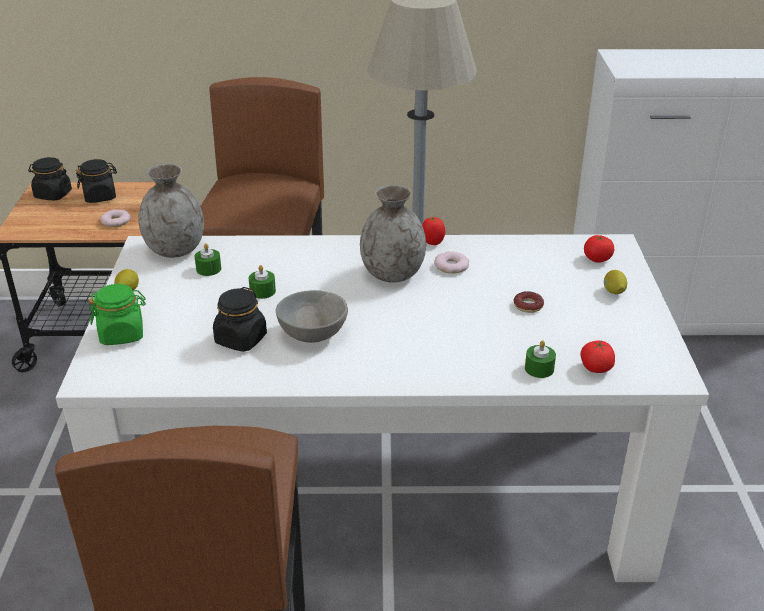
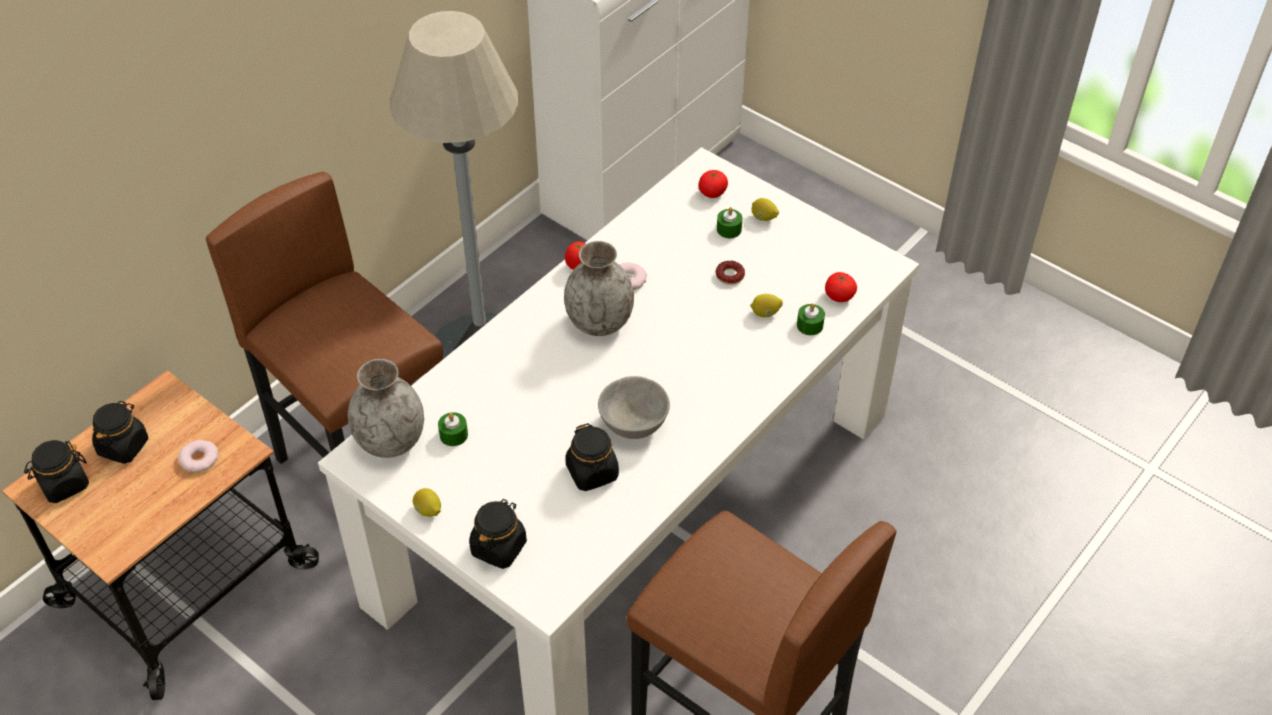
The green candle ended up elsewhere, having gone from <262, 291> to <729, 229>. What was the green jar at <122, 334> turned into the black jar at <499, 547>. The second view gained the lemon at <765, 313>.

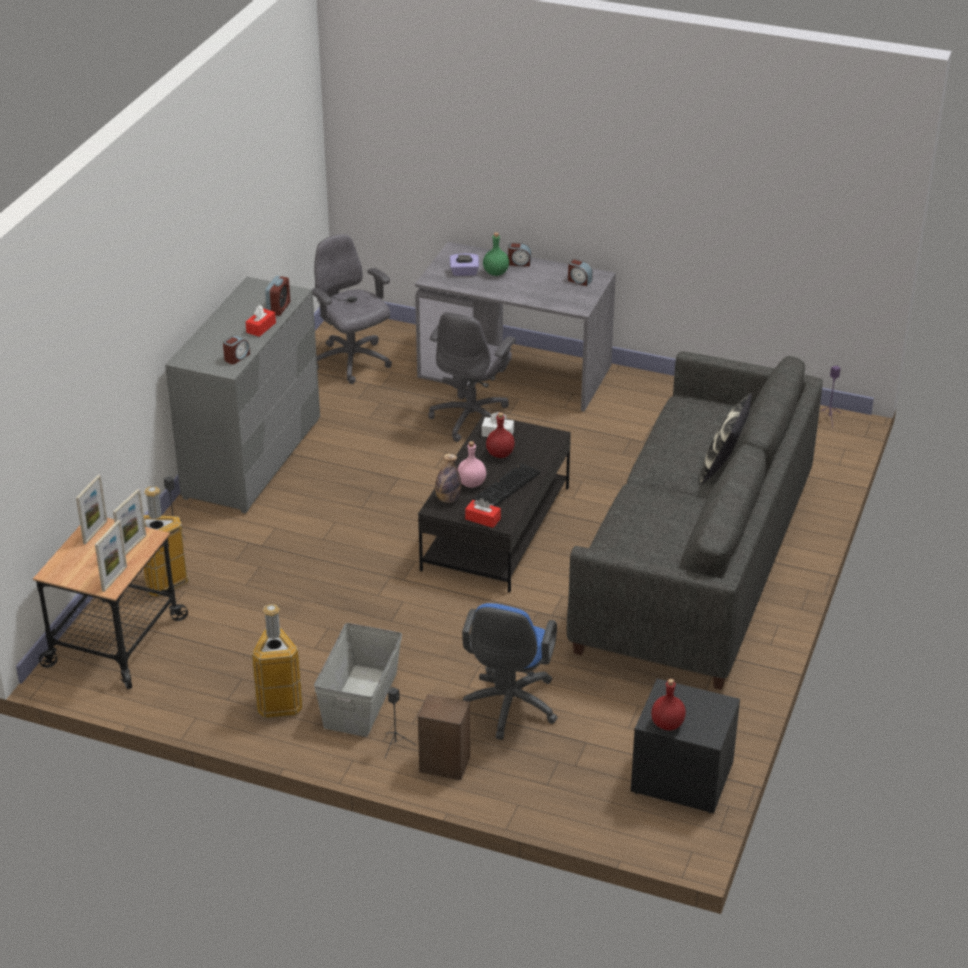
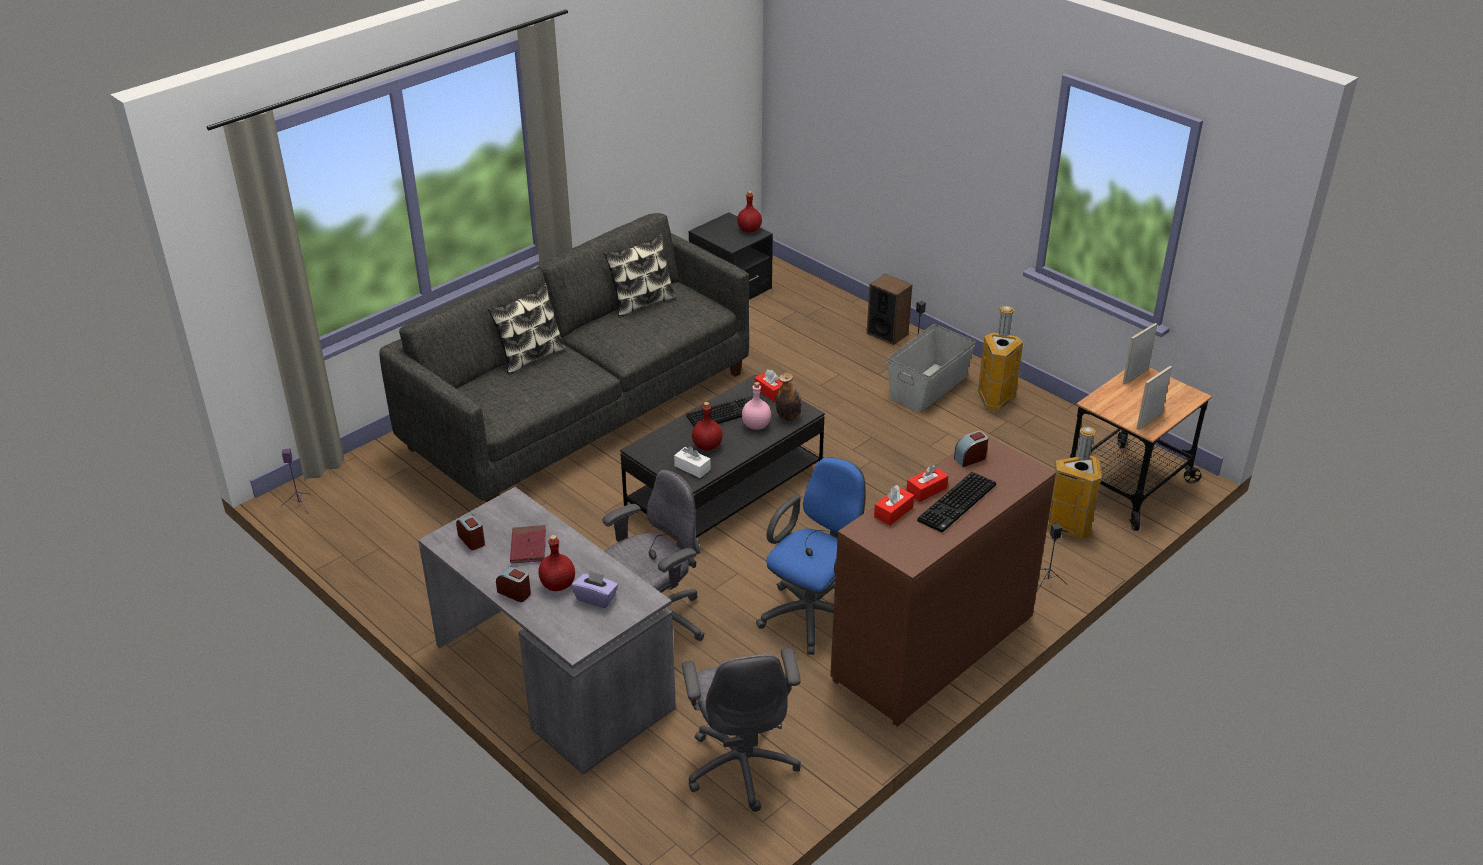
What was the green bottle at <496, 273> turned into the red bottle at <558, 584>. Where the alarm clock stood at <278, 308>, the red tissue box came to stand at <893, 512>. What was the grey dresser at <252, 458> turned into the brown dresser at <933, 649>. The second view lost the picture frame at <133, 546>. The blue office chair ended up elsewhere, having gone from <508, 708> to <813, 613>. The second view gained the pillow at <641, 303>. The second view gained the keyboard at <957, 504>. The second view gained the red book at <528, 547>.

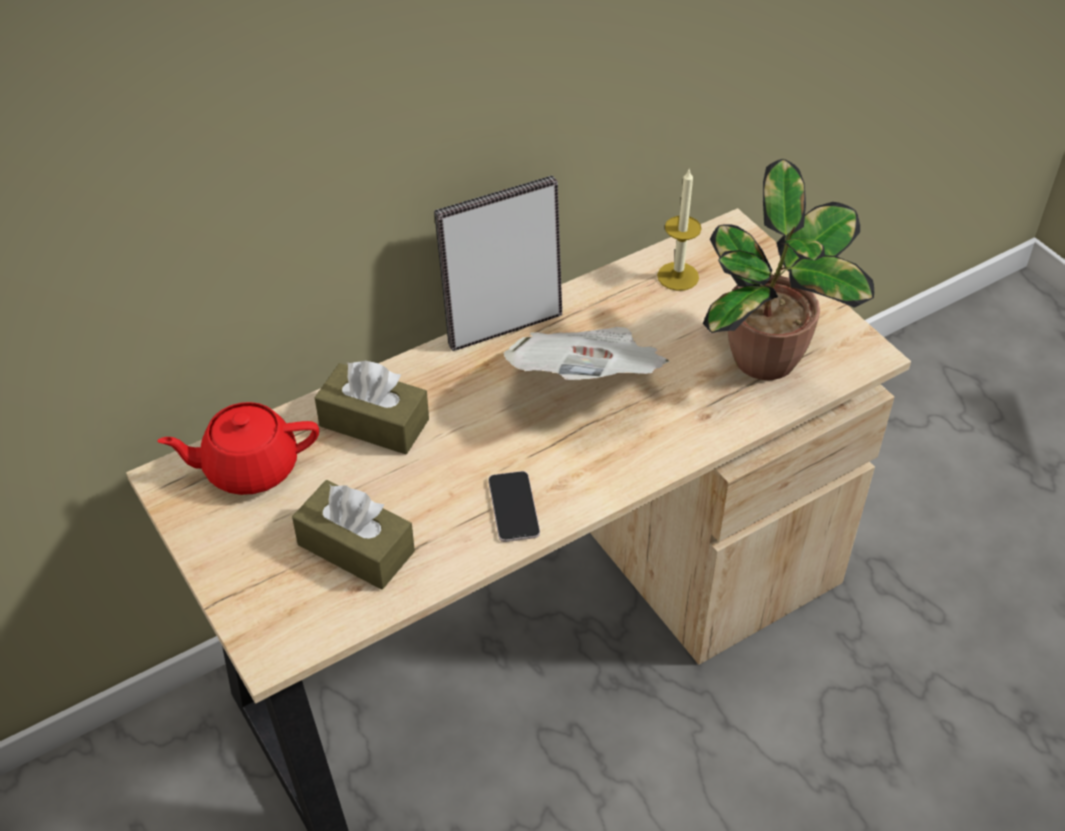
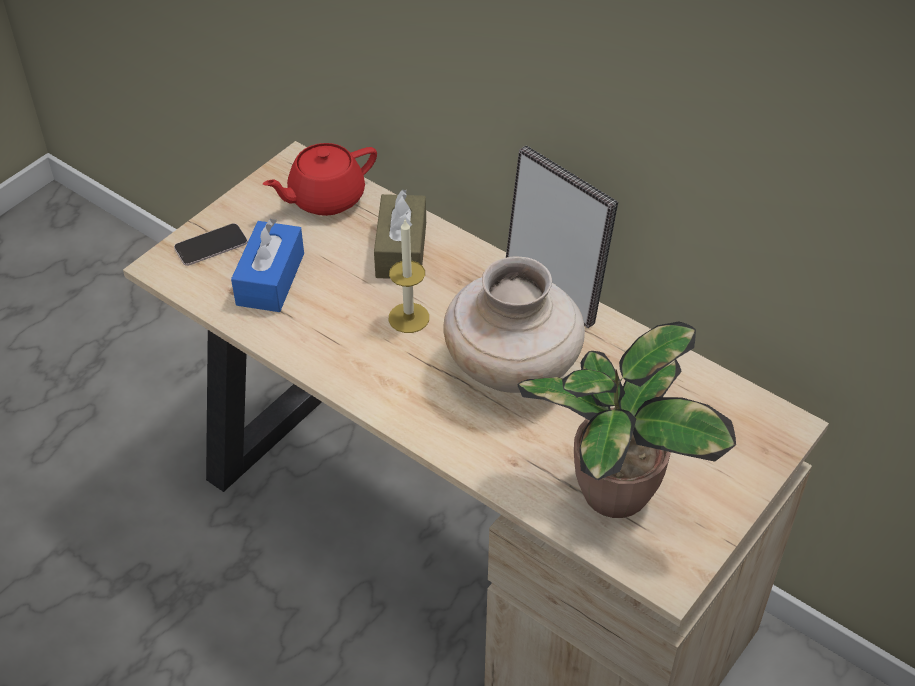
The candle ended up elsewhere, having gone from <678, 276> to <409, 318>. Where the newspaper stood at <587, 382>, the beige vase came to stand at <513, 368>. The red teapot at <249, 467> ended up facing another way, 90 degrees counterclockwise from before. The phone ended up elsewhere, having gone from <513, 507> to <211, 245>. What was the brown tissue box at <356, 548> turned into the blue tissue box at <270, 279>.

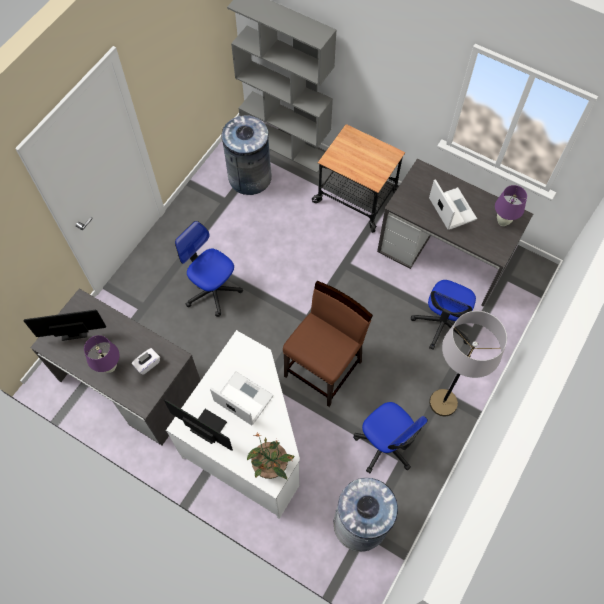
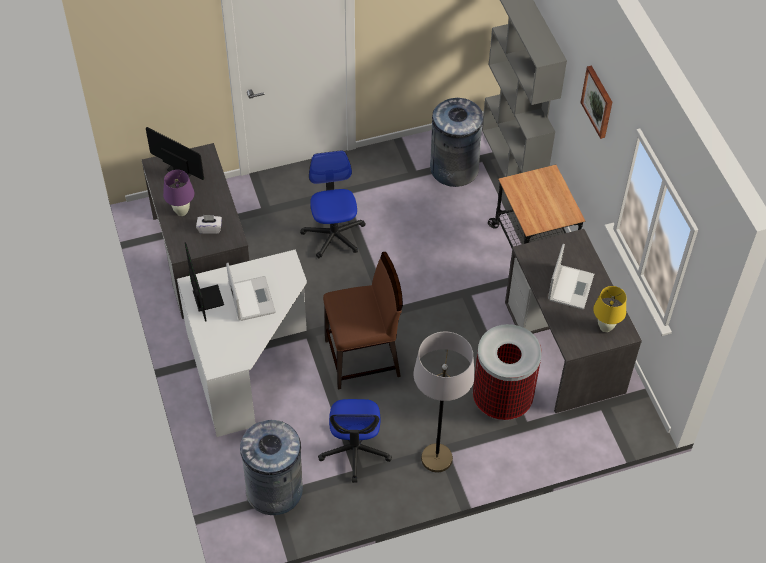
What was the purple table lamp at <503, 222> turned into the yellow table lamp at <605, 327>. Where the office chair stood at <442, 324>, the trash can came to stand at <501, 399>. The second view lost the potted plant at <270, 465>. The second view gained the picture at <598, 101>.

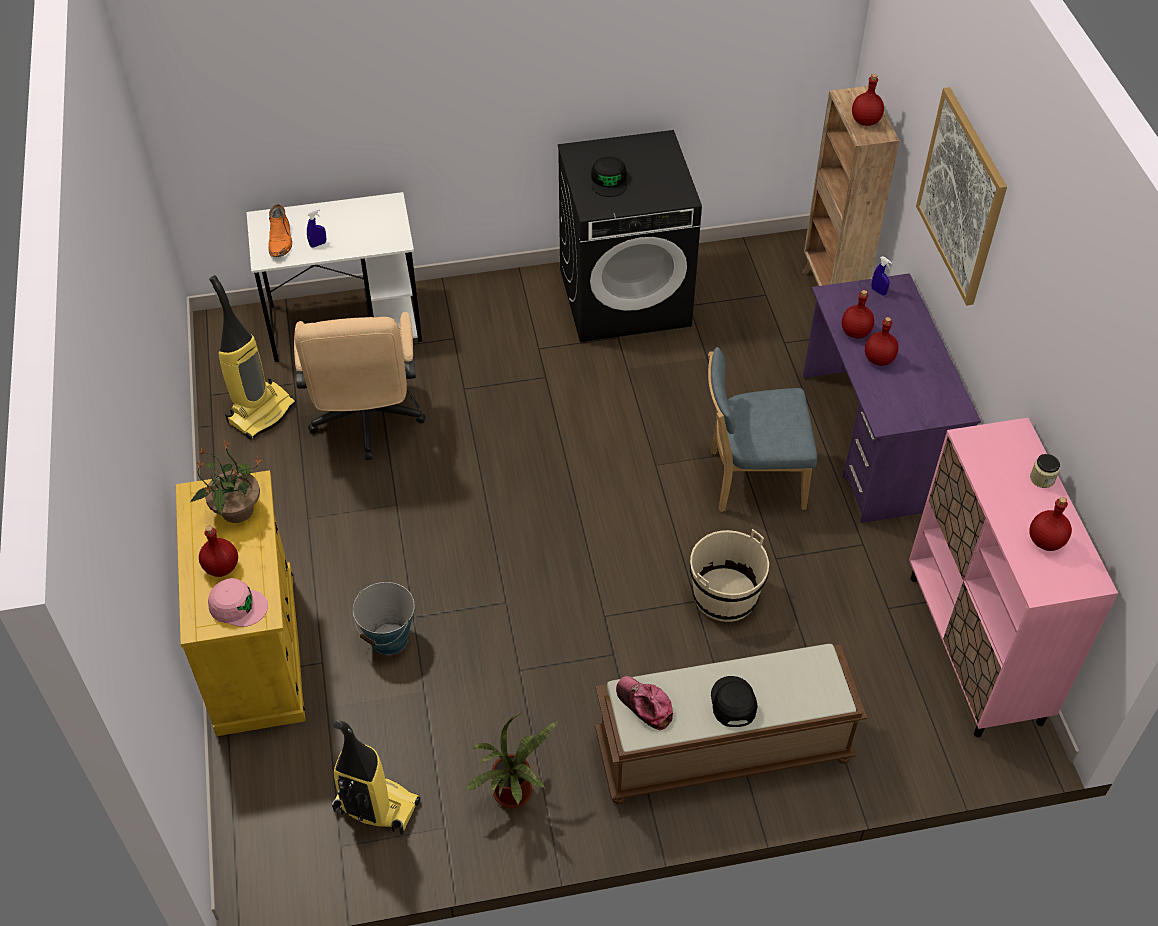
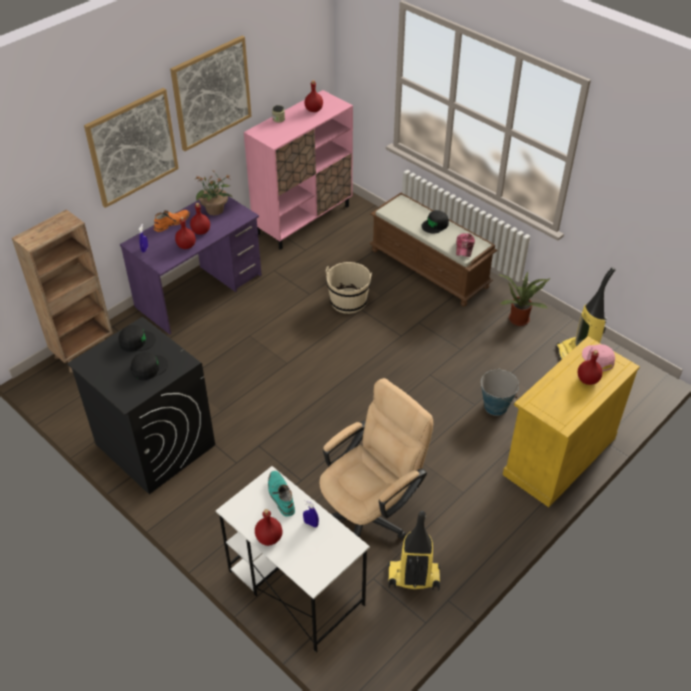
The red bottle ended up elsewhere, having gone from <866, 121> to <269, 537>. The orange boot ended up elsewhere, having gone from <281, 240> to <171, 223>. The second view lost the blue chair at <751, 479>. The potted plant ended up elsewhere, having gone from <236, 510> to <215, 210>. The second view gained the picture at <211, 93>. The second view gained the black cap at <136, 341>. The second view gained the turquoise boot at <280, 496>.

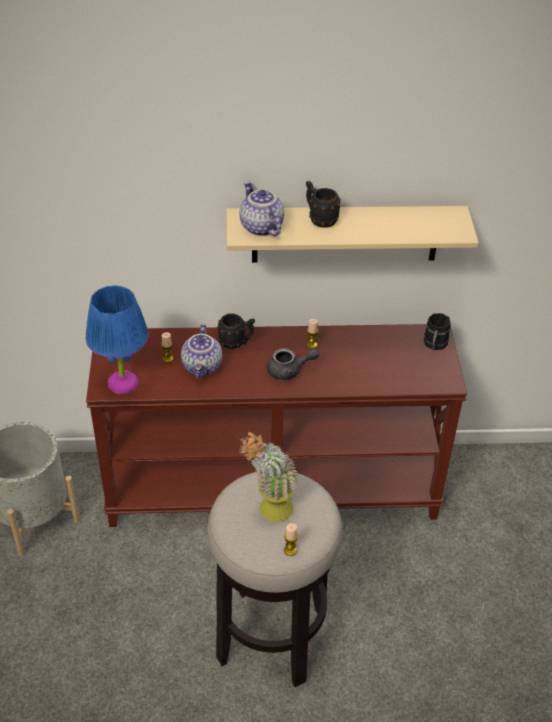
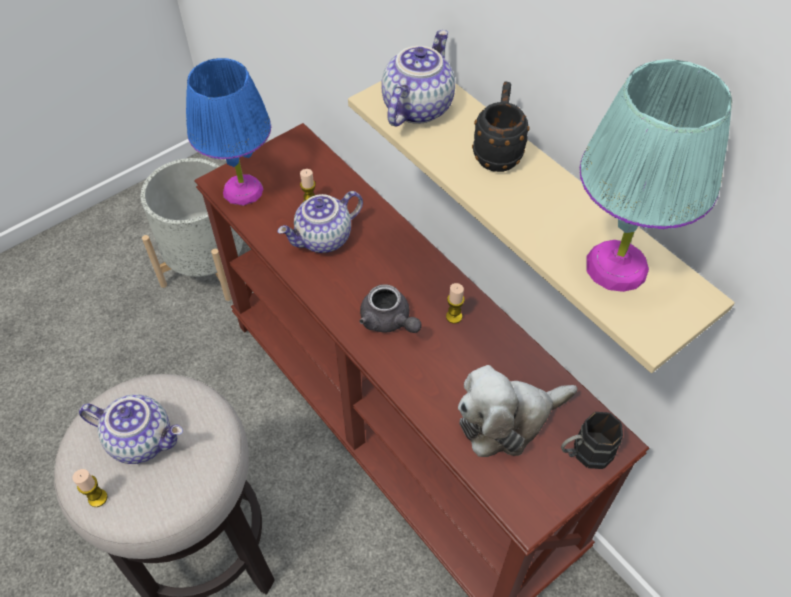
The second view lost the black mug at <236, 342>. Where the potted plant stood at <268, 512>, the teapot came to stand at <142, 439>. The second view gained the turquoise table lamp at <617, 267>. The second view gained the plush toy at <508, 420>.

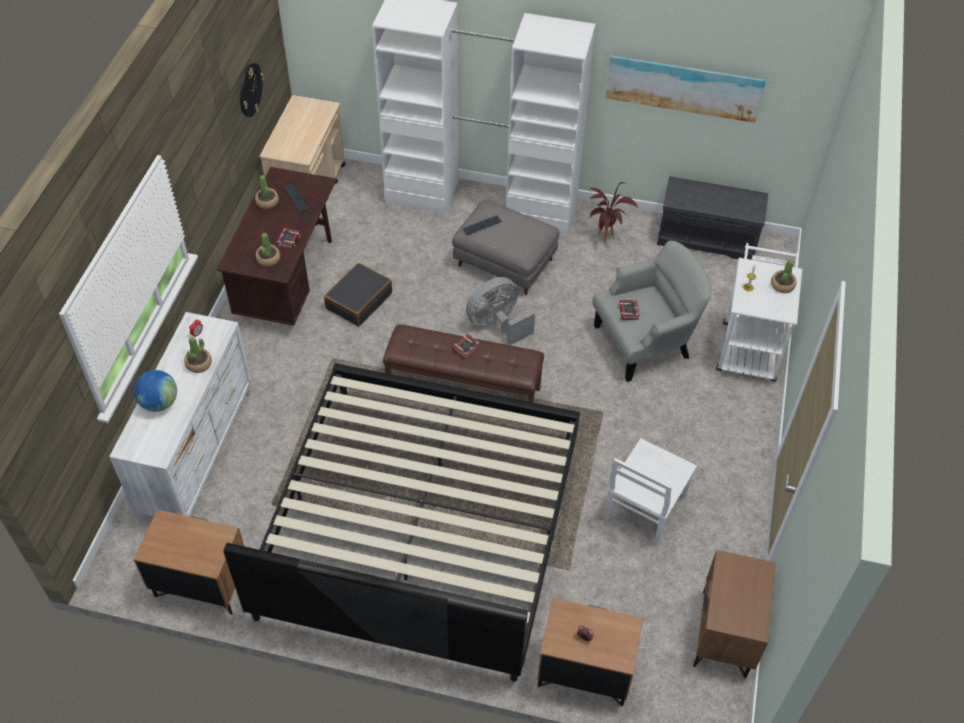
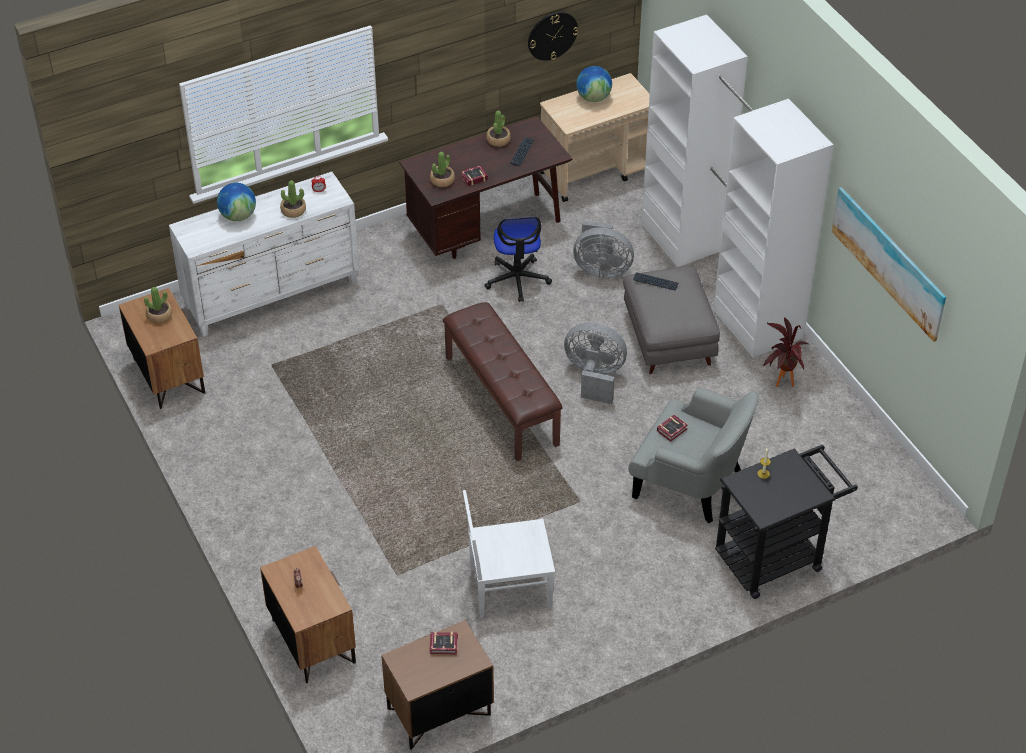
The second view lost the grey bench at <707, 237>. What was the white cart at <749, 345> turned into the black cart at <776, 556>. The potted plant ended up elsewhere, having gone from <782, 285> to <159, 315>. Where the black suitcase stood at <359, 300>, the office chair came to stand at <517, 279>. The book ended up elsewhere, having gone from <467, 348> to <445, 646>. The second view lost the bed at <421, 526>. The second view gained the globe at <593, 98>. The second view gained the grey fan at <601, 269>.

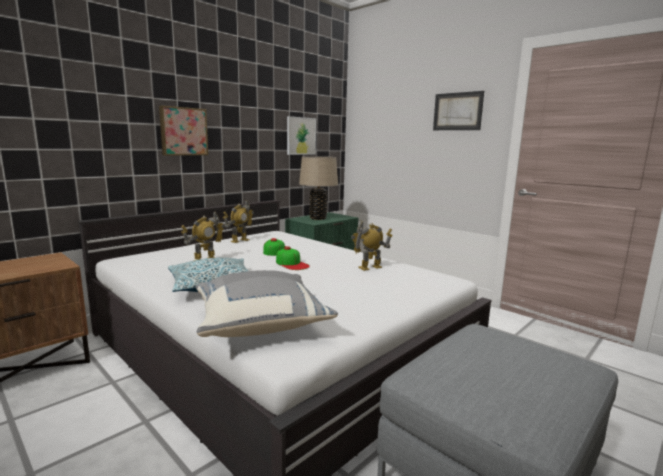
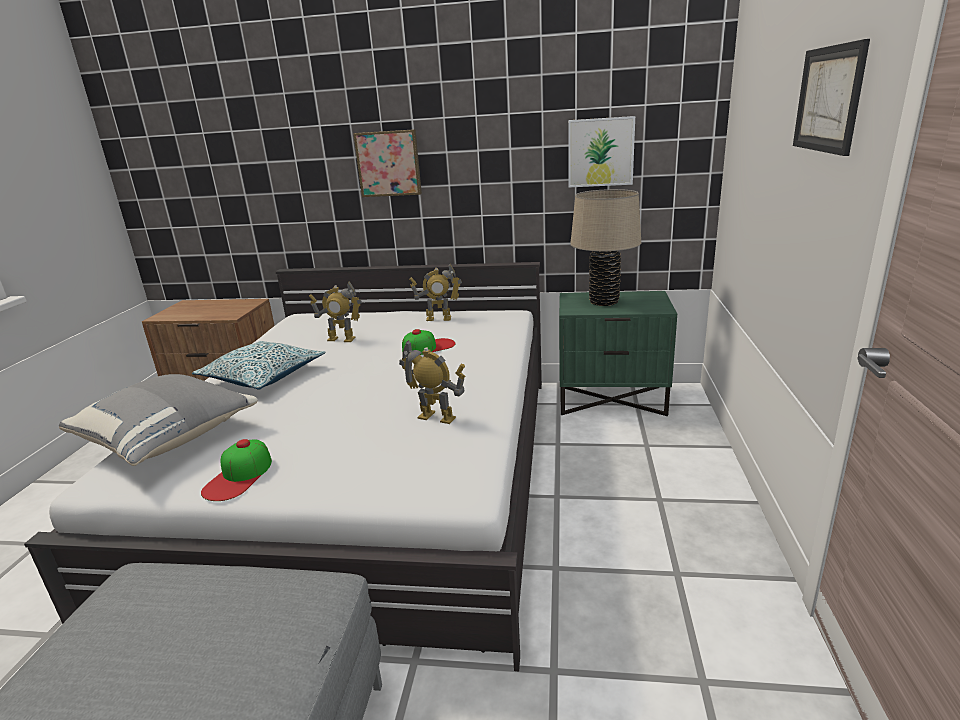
The cap ended up elsewhere, having gone from <292, 264> to <239, 476>.

